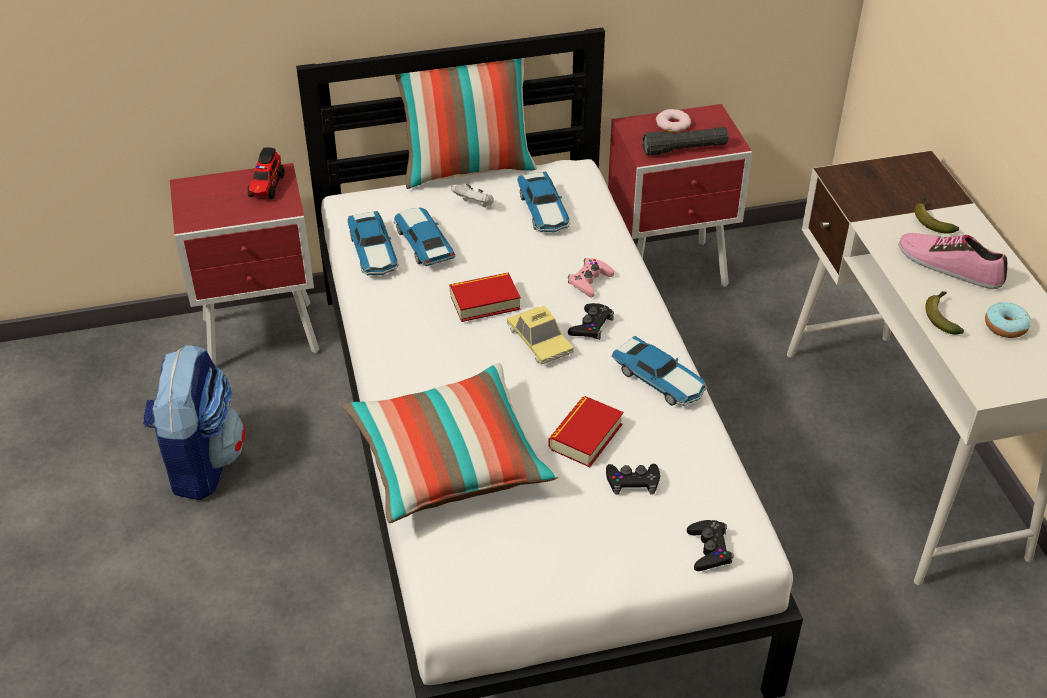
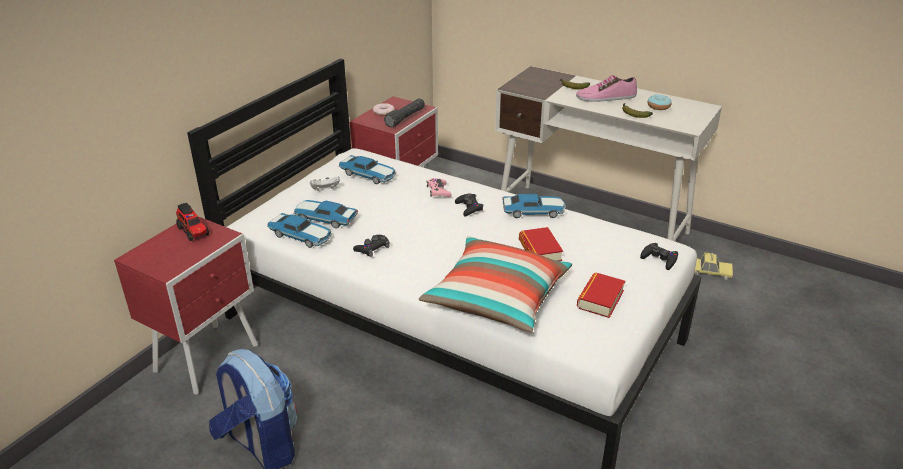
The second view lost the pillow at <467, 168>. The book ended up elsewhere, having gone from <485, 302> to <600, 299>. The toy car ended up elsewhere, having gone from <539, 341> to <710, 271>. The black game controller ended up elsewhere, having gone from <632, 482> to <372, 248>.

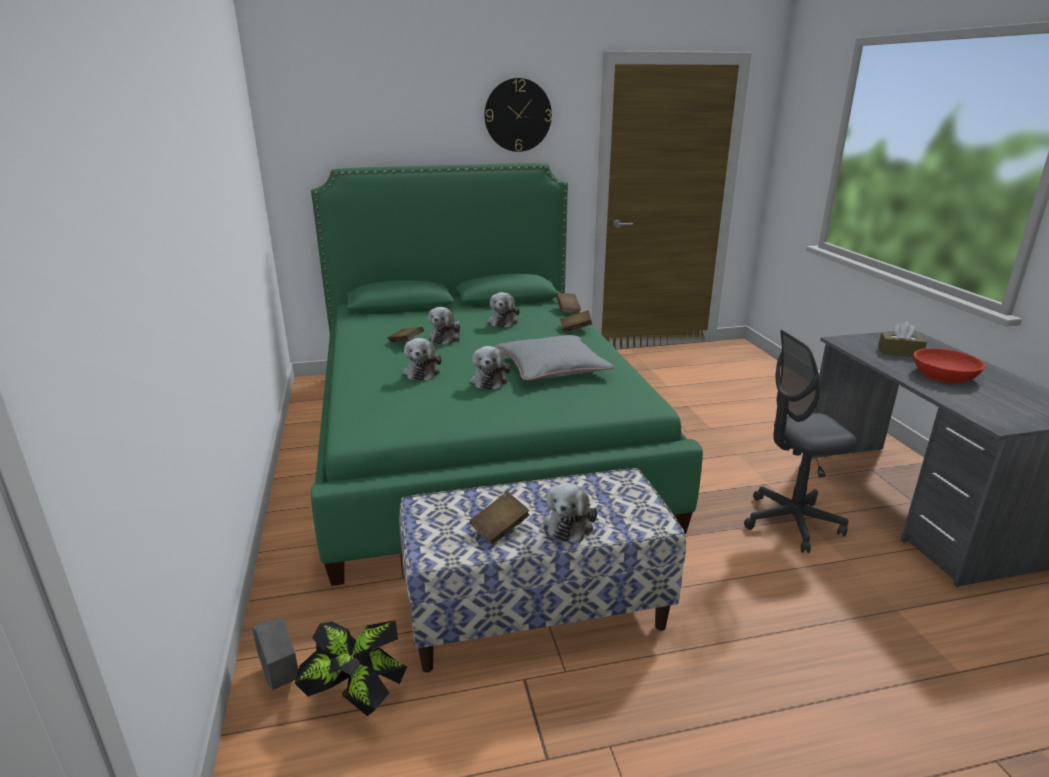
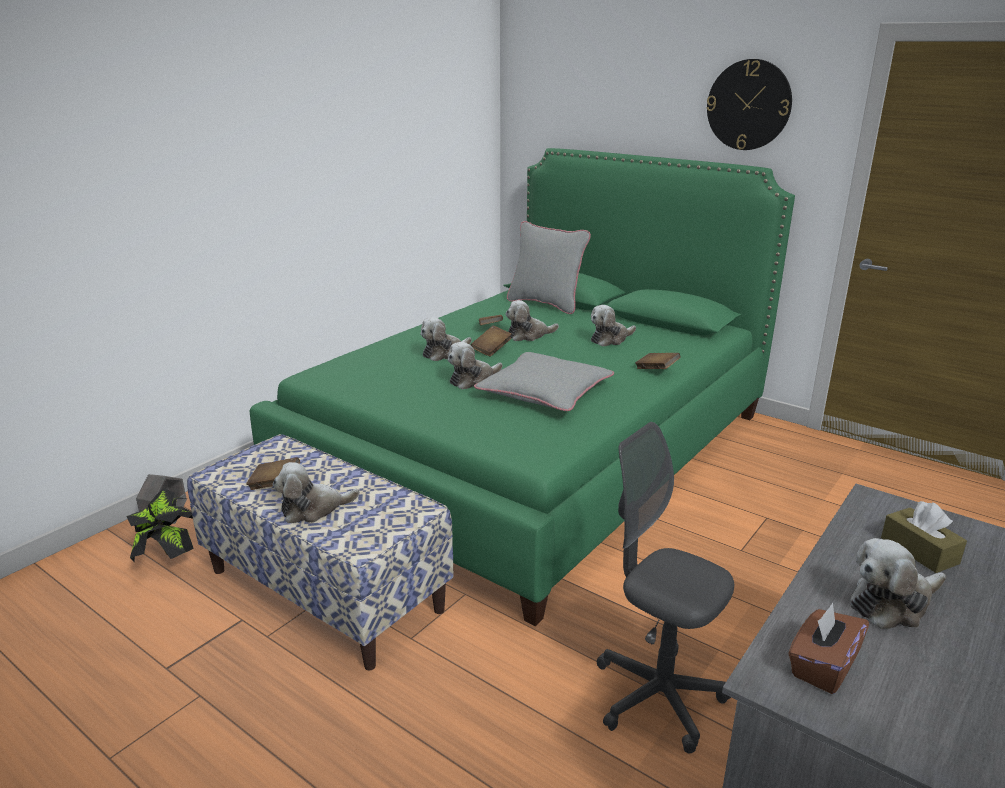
The brown book ended up elsewhere, having gone from <568, 310> to <491, 350>. Where the red bowl stood at <944, 375>, the plush toy came to stand at <892, 604>. The second view gained the grey pillow at <546, 304>. The second view gained the brown tissue box at <822, 666>.

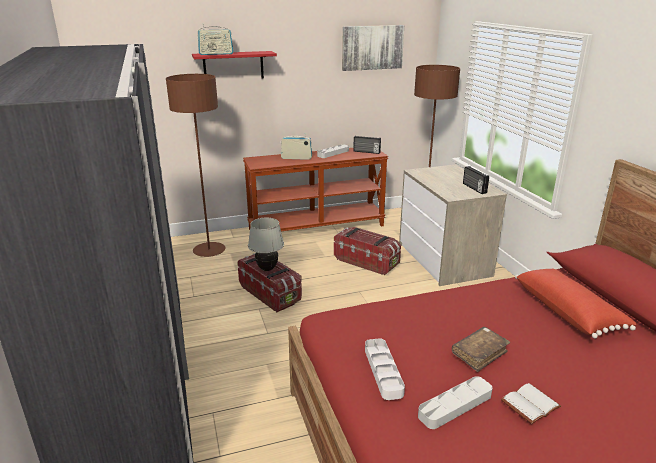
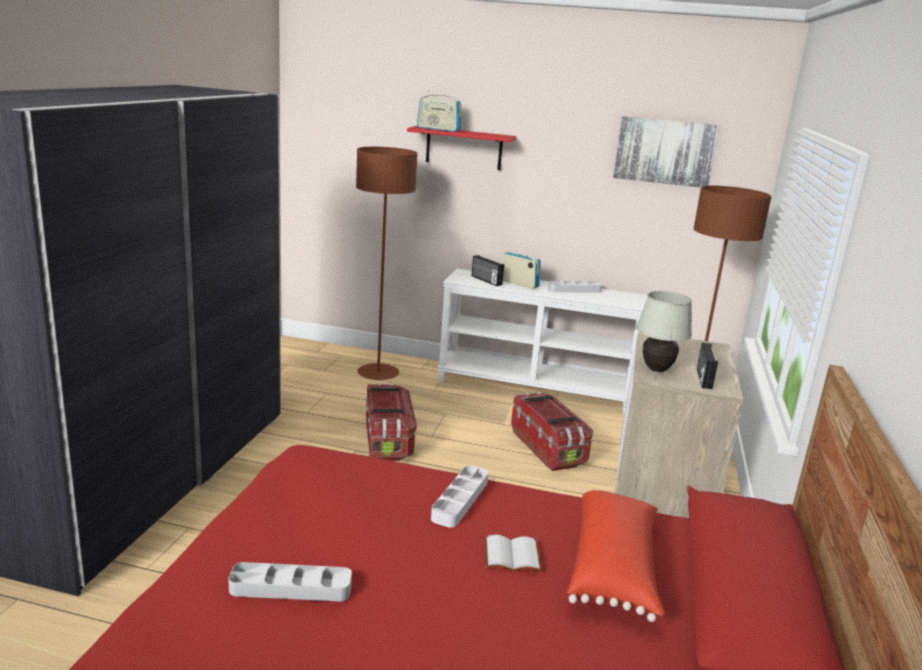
The radio ended up elsewhere, having gone from <366, 152> to <486, 280>. What was the brown console table at <316, 227> turned into the white console table at <534, 388>. The white table lamp ended up elsewhere, having gone from <267, 269> to <656, 369>. The second view lost the brown book at <479, 353>. The white tray ended up elsewhere, having gone from <383, 371> to <460, 500>. The white book ended up elsewhere, having gone from <529, 403> to <512, 555>.

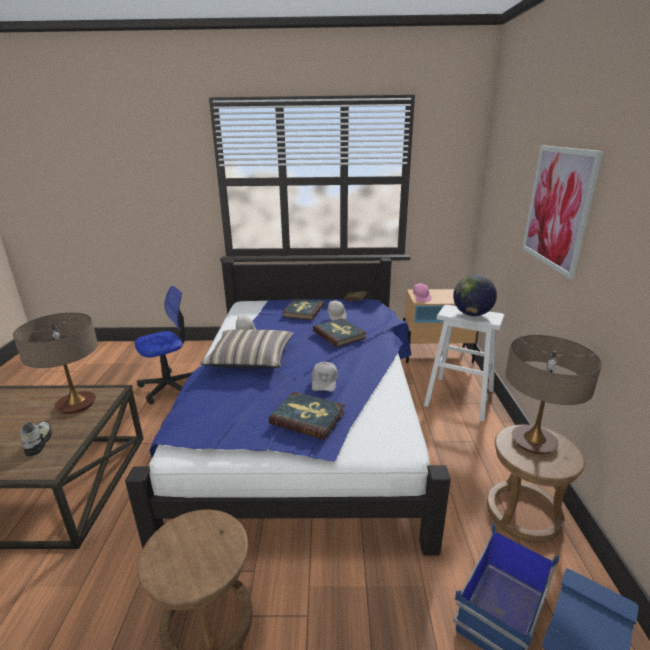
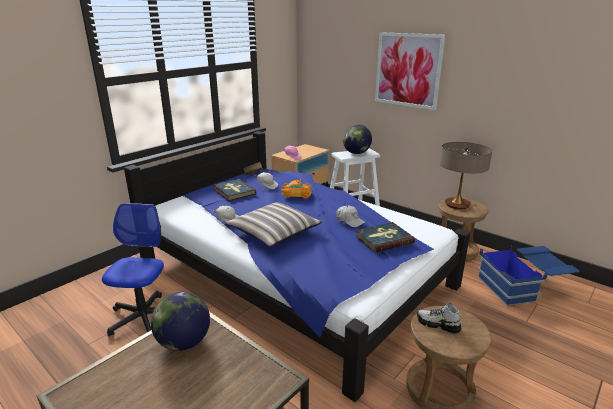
Where the table lamp stood at <76, 404>, the globe came to stand at <184, 343>. Where the book stood at <339, 334>, the orange toy car came to stand at <296, 194>. The shoe ended up elsewhere, having gone from <39, 442> to <437, 324>.

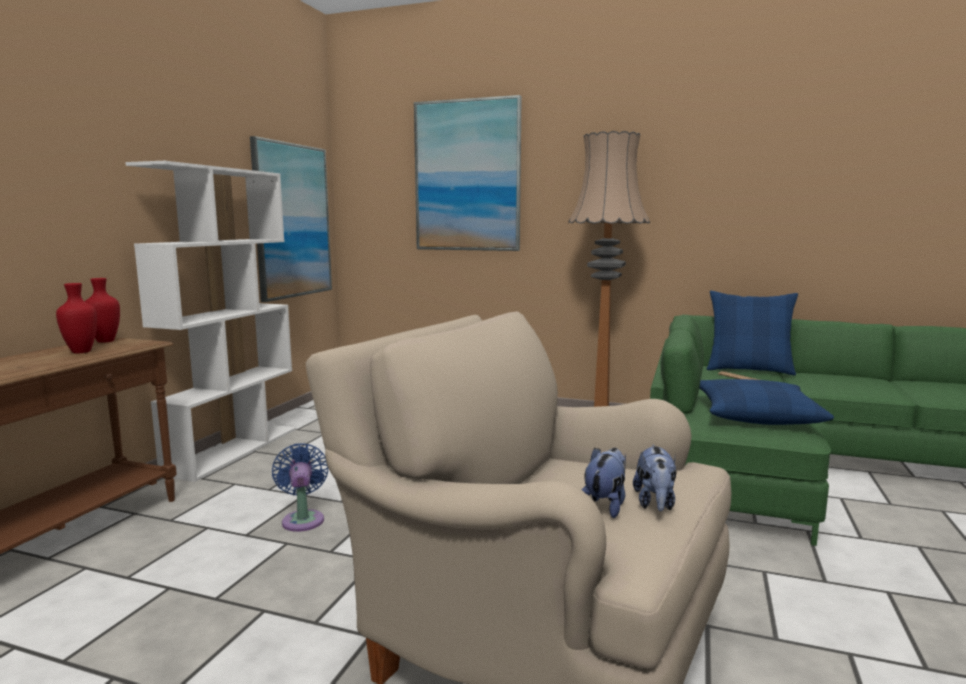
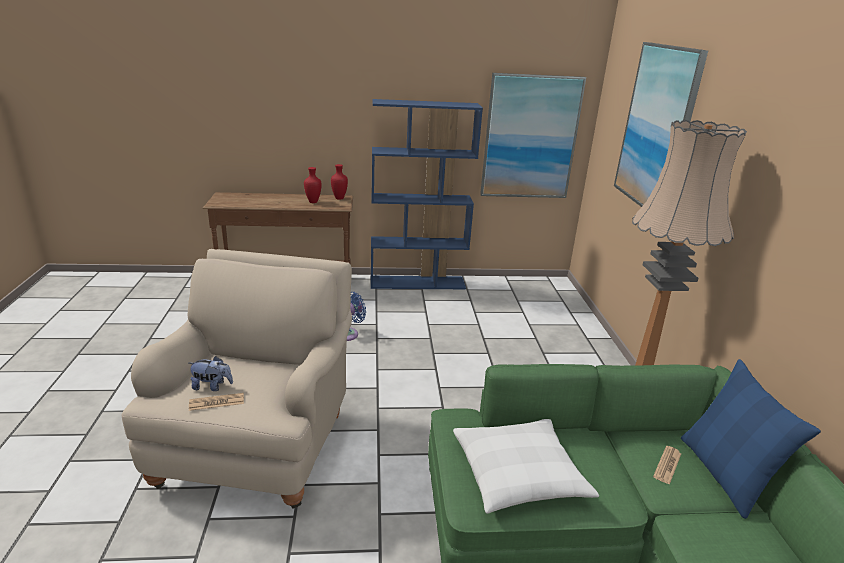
What was the white bookcase at <233, 450> turned into the blue bookcase at <418, 282>. What was the blue pillow at <756, 414> turned into the white pillow at <519, 474>. Where the plush toy stood at <655, 503>, the newspaper came to stand at <217, 402>.

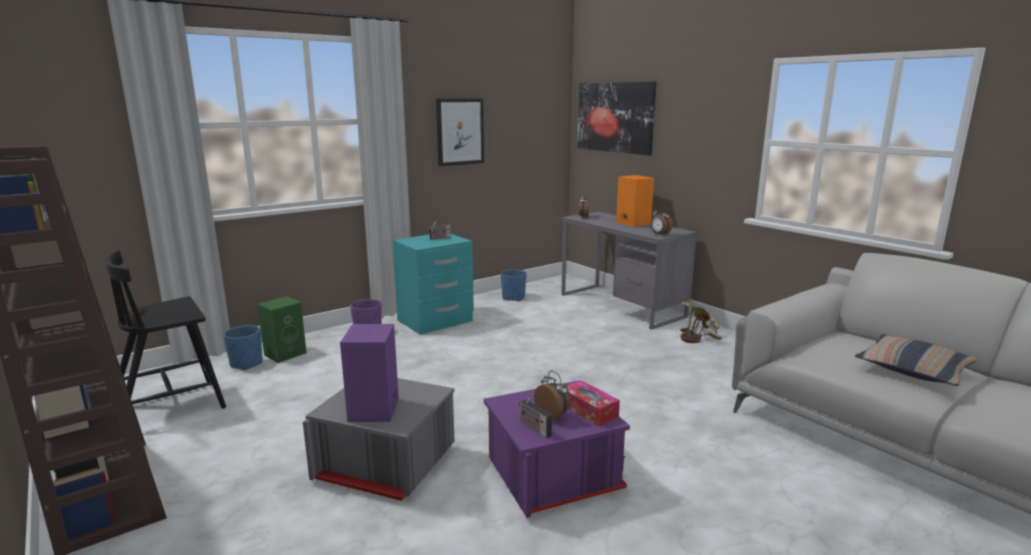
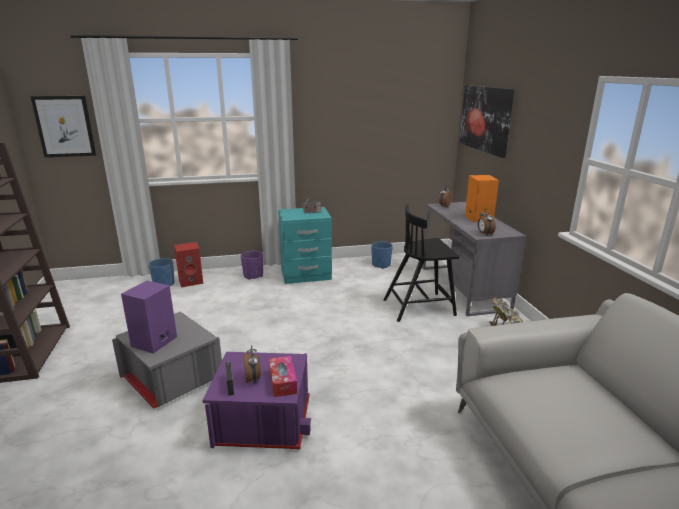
The picture ended up elsewhere, having gone from <460, 131> to <65, 126>. The black chair ended up elsewhere, having gone from <170, 406> to <420, 307>. What was the green speaker at <285, 353> turned into the red speaker at <191, 281>. The second view lost the pillow at <913, 369>.

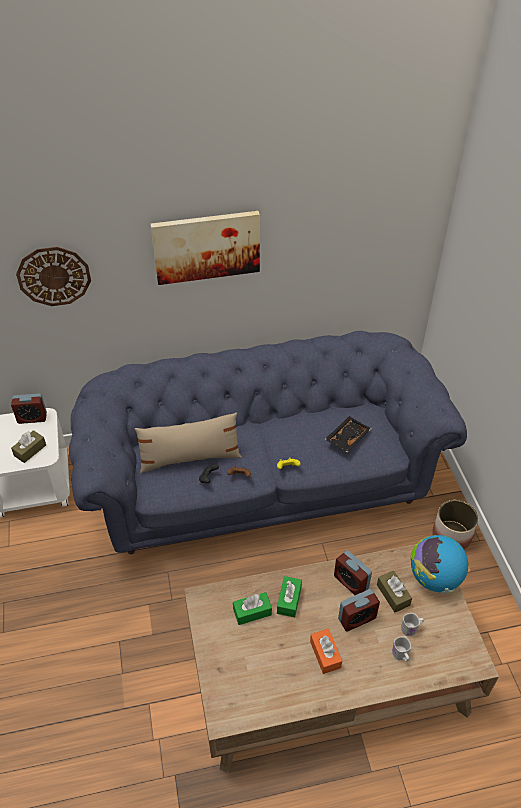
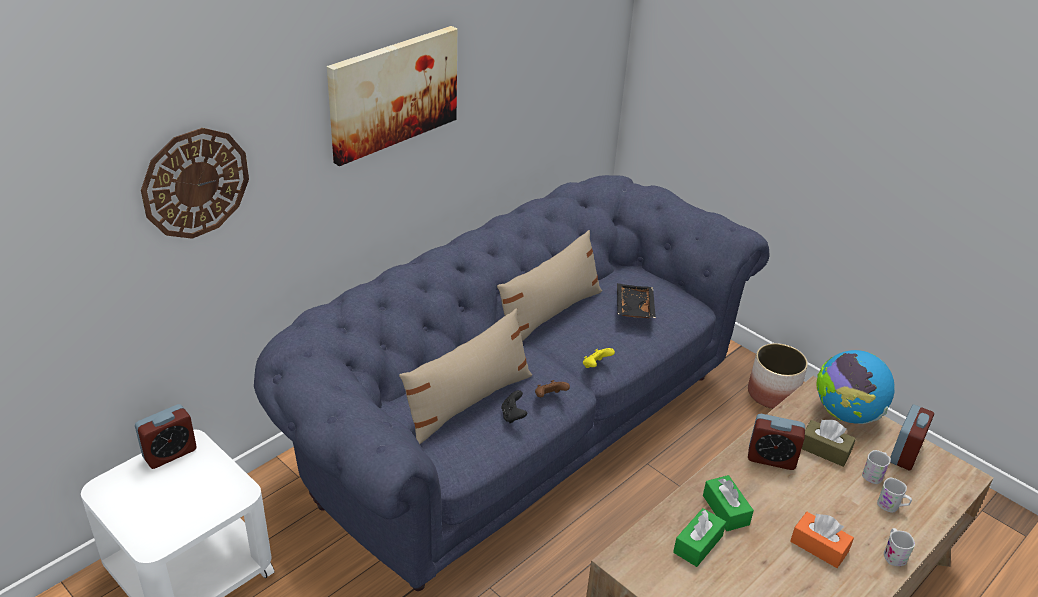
The second view lost the brown tissue box at <30, 450>. The alarm clock ended up elsewhere, having gone from <357, 618> to <905, 453>. The second view gained the beige pillow at <549, 314>. The second view gained the white mug at <893, 554>.

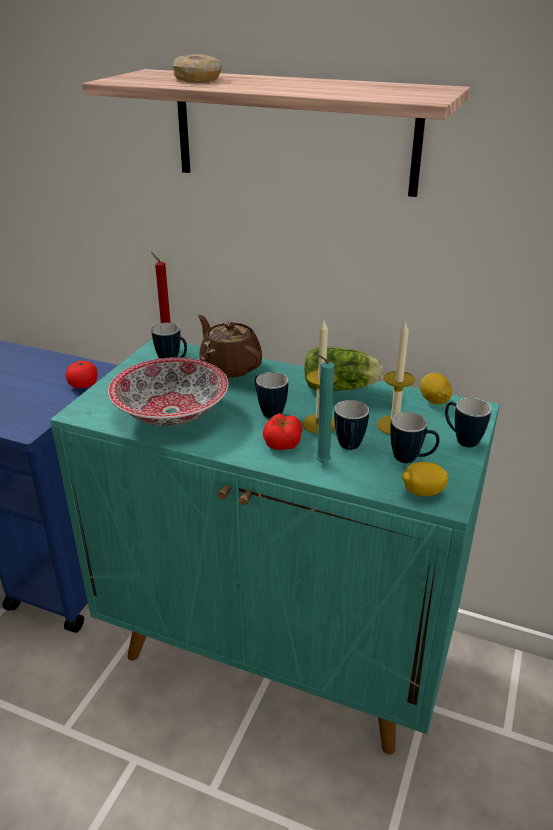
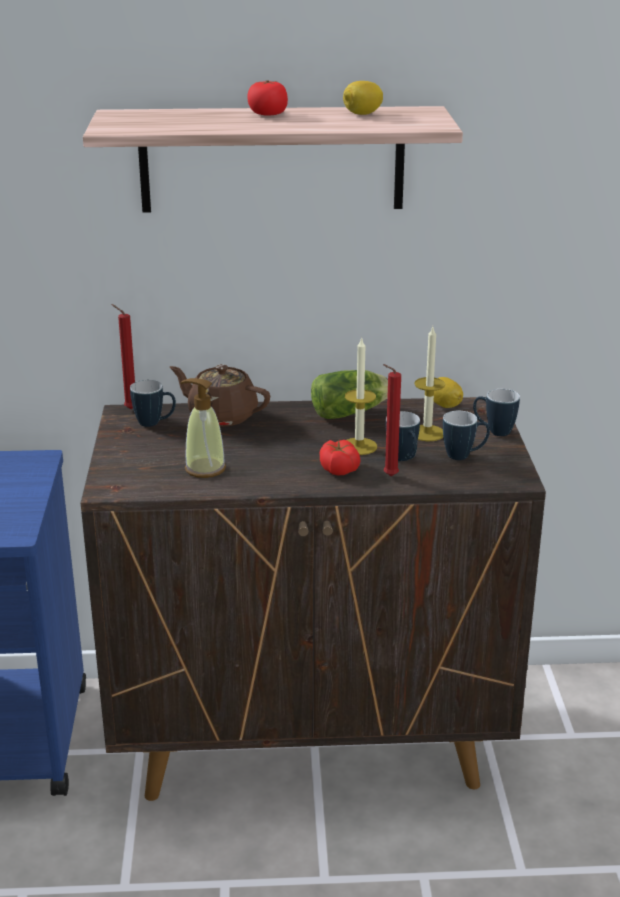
The second view lost the donut at <198, 79>. What was the turquoise cabinet at <280, 649> turned into the brown cabinet at <312, 737>. What was the turquoise candle at <320, 462> turned into the red candle at <388, 476>. Where the bowl stood at <171, 413>, the soap dispenser came to stand at <205, 469>. The tomato ended up elsewhere, having gone from <83, 384> to <267, 114>. The second view lost the mug at <268, 411>. The lemon ended up elsewhere, having gone from <422, 492> to <362, 114>.

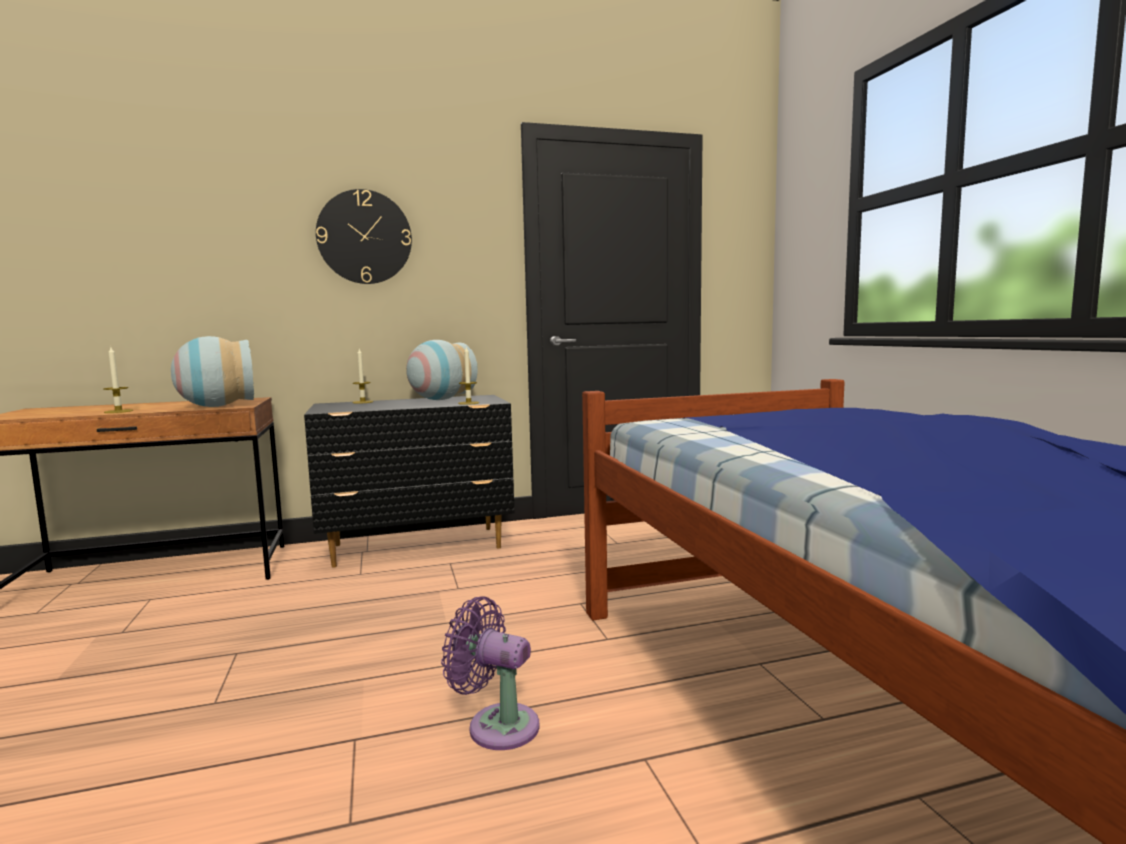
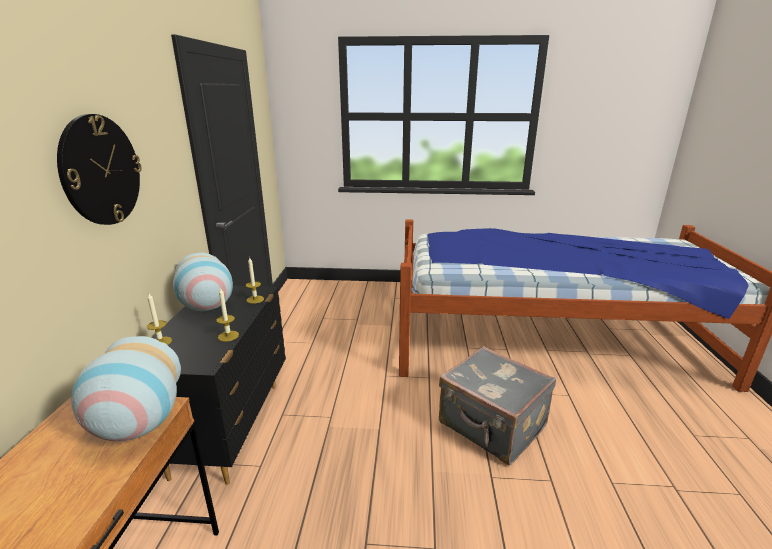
The candle ended up elsewhere, having gone from <118, 411> to <228, 336>. Where the purple fan stood at <497, 725>, the grey suitcase came to stand at <491, 426>.

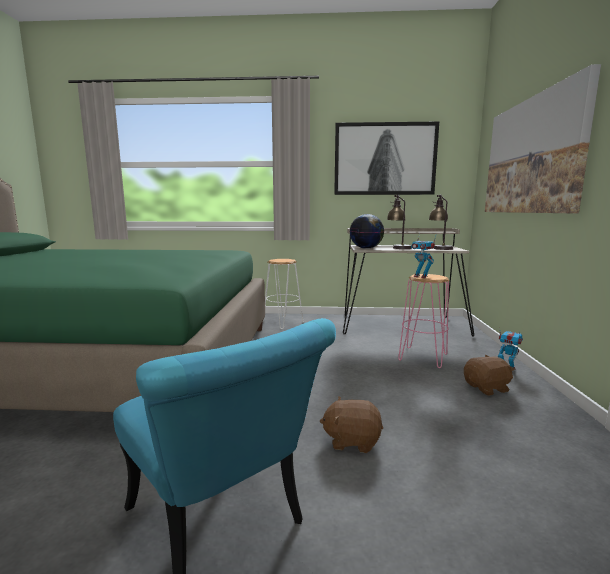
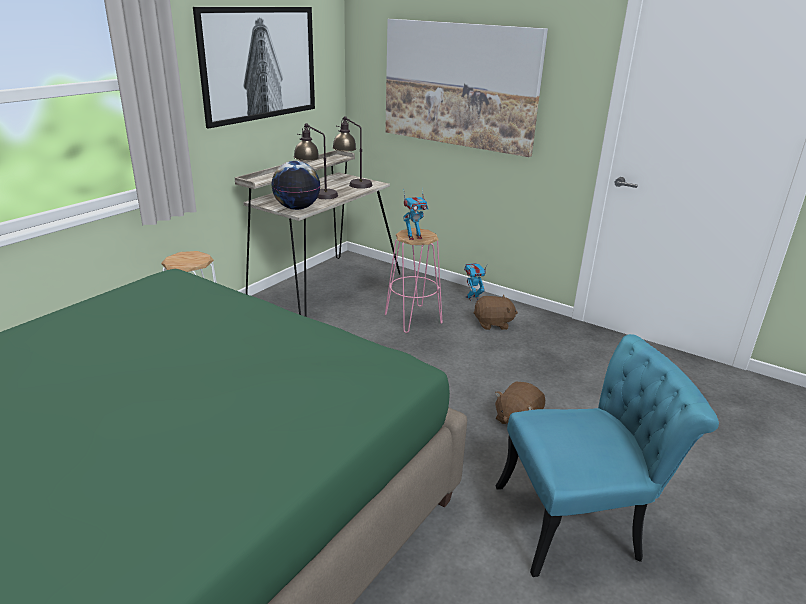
The brown plush toy at <487, 388> ended up facing another way, 75 degrees clockwise from before.

